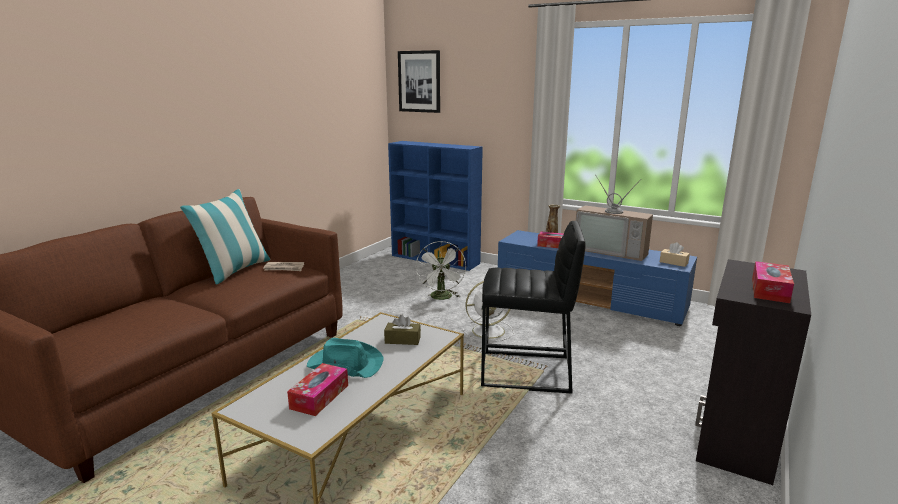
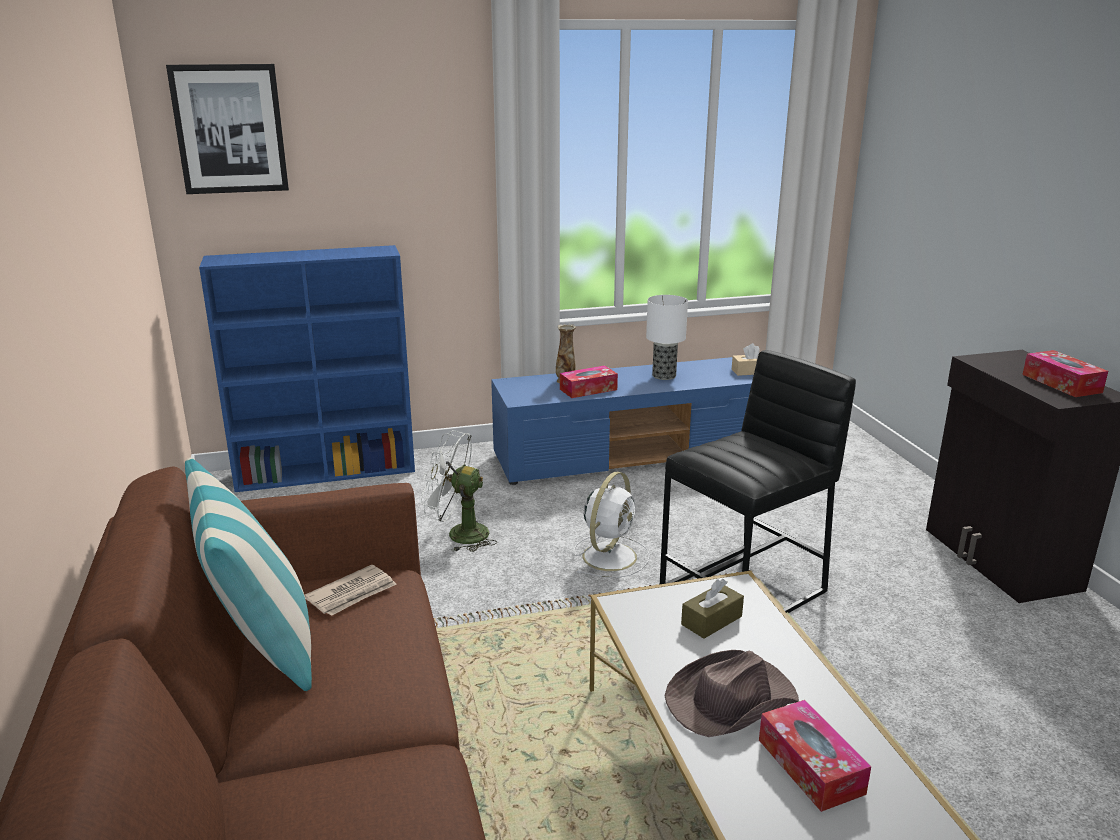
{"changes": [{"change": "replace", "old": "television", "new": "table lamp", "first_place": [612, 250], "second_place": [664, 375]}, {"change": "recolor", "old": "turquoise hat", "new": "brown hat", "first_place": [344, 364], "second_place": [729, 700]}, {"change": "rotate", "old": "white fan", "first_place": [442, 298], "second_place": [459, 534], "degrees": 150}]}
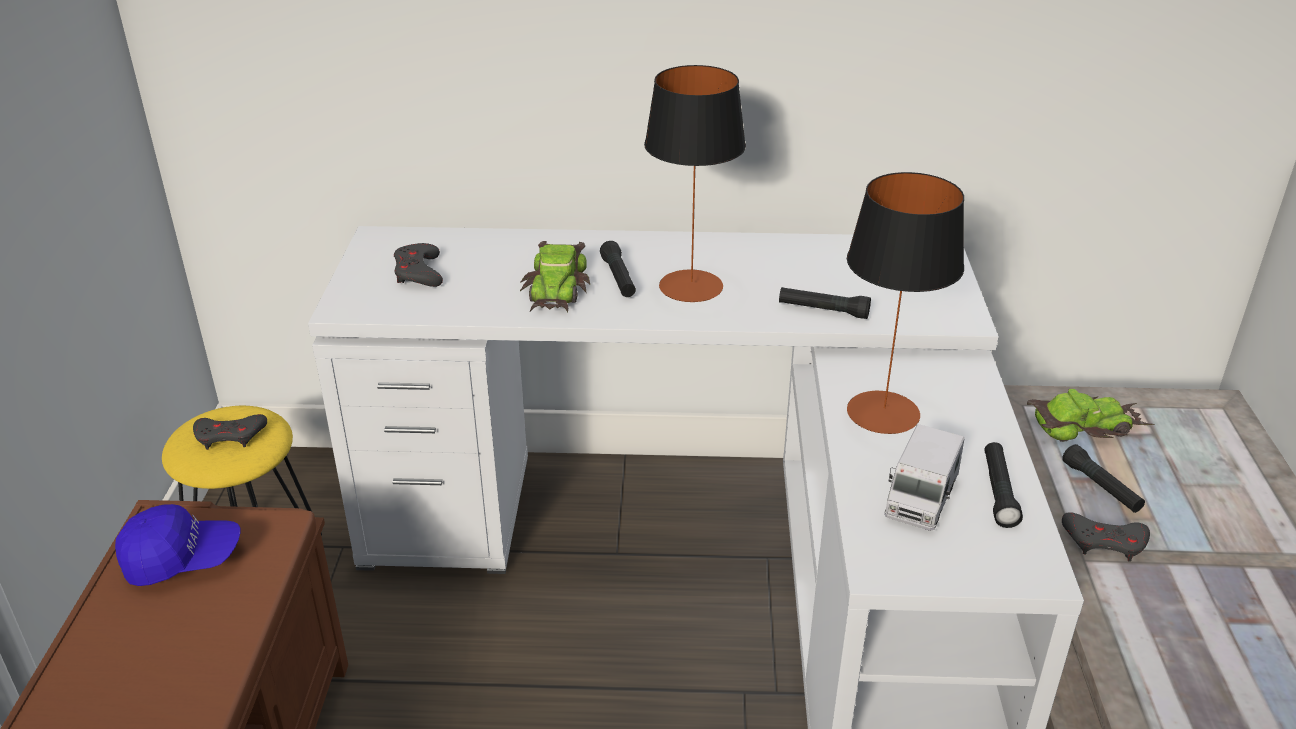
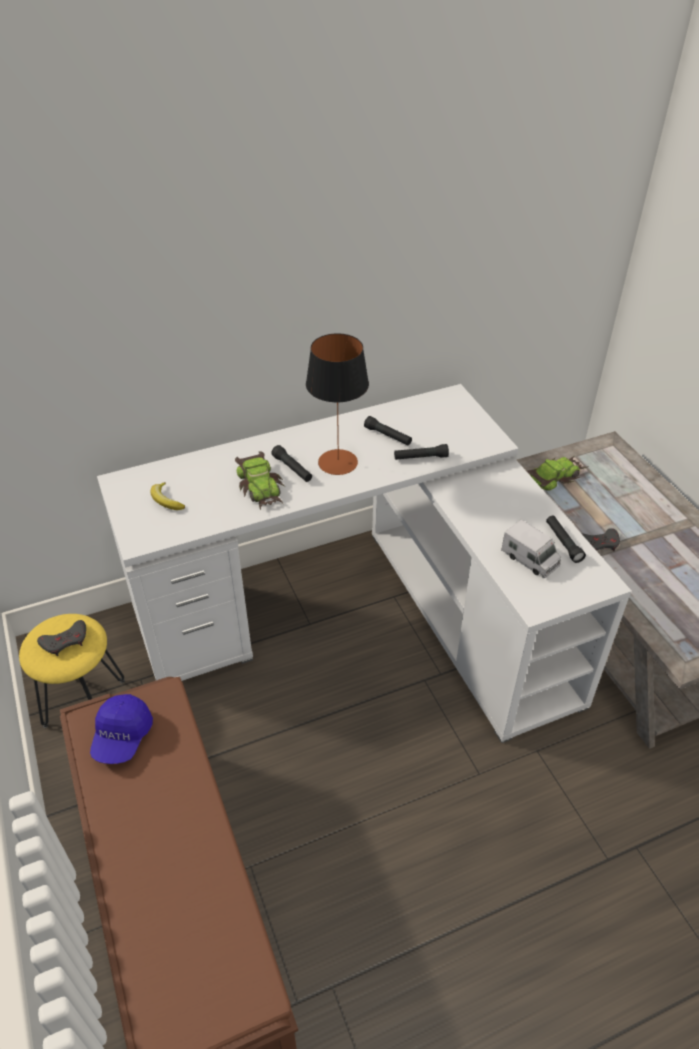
{"changes": [{"change": "delete", "old": "table lamp", "first_place": [883, 412]}, {"change": "move", "old": "black flashlight", "first_place": [1101, 487], "second_place": [388, 436]}, {"change": "replace", "old": "grey game controller", "new": "banana", "first_place": [418, 272], "second_place": [166, 500]}, {"change": "rotate", "old": "blue cap", "first_place": [182, 559], "second_place": [122, 737], "degrees": 135}, {"change": "rotate", "old": "toy truck", "first_place": [920, 498], "second_place": [530, 559], "degrees": -45}]}
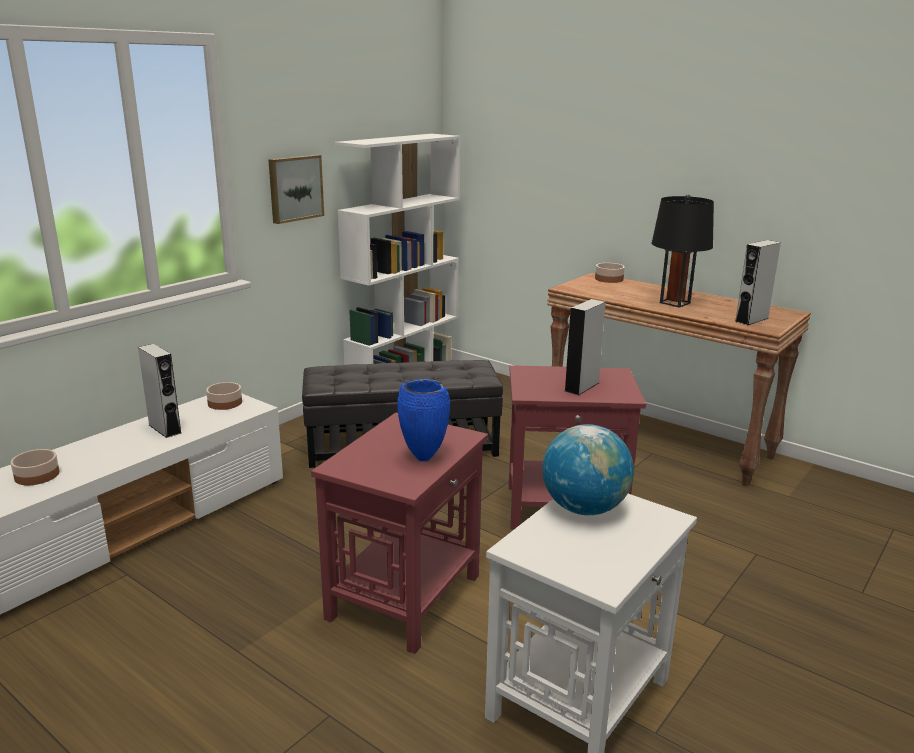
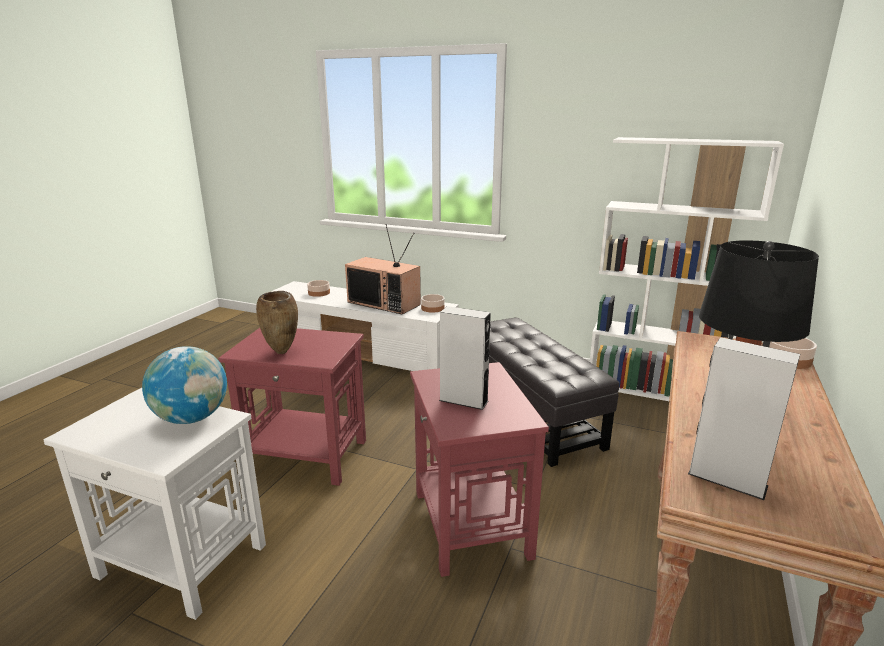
{"changes": [{"change": "delete", "old": "picture", "first_place": [294, 188]}, {"change": "replace", "old": "grey speaker", "new": "television", "first_place": [165, 429], "second_place": [385, 303]}, {"change": "recolor", "old": "blue vase", "new": "brown vase", "first_place": [424, 458], "second_place": [282, 352]}]}
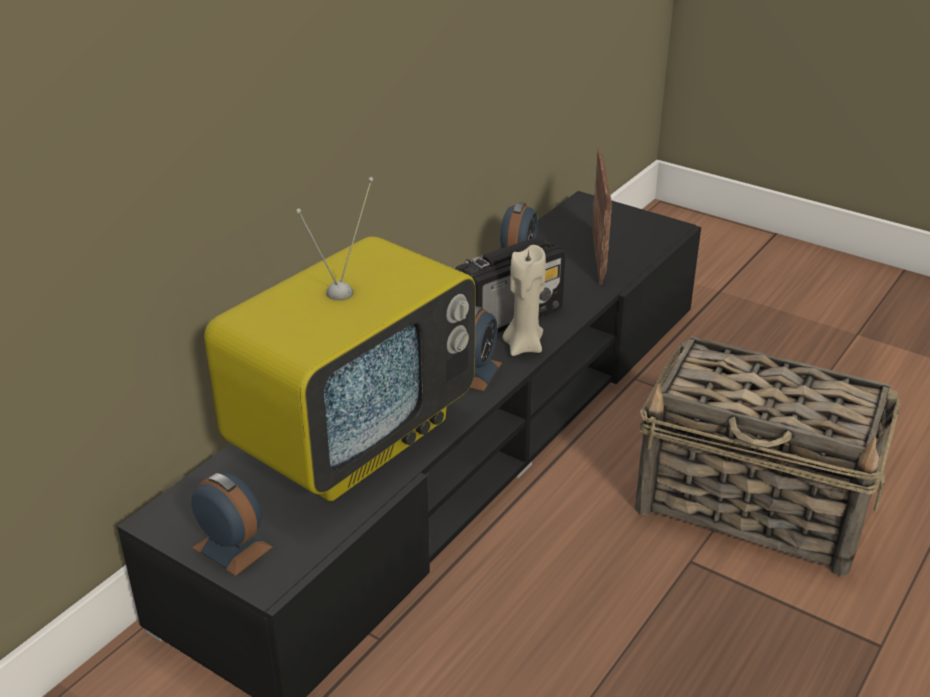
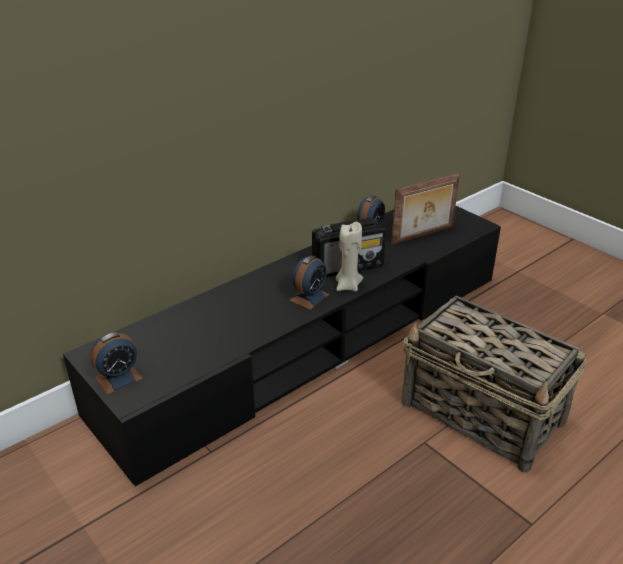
{"changes": [{"change": "delete", "old": "television", "first_place": [352, 437]}, {"change": "rotate", "old": "alarm clock", "first_place": [232, 547], "second_place": [118, 378], "degrees": 90}, {"change": "rotate", "old": "picture frame", "first_place": [598, 255], "second_place": [423, 236], "degrees": 45}]}
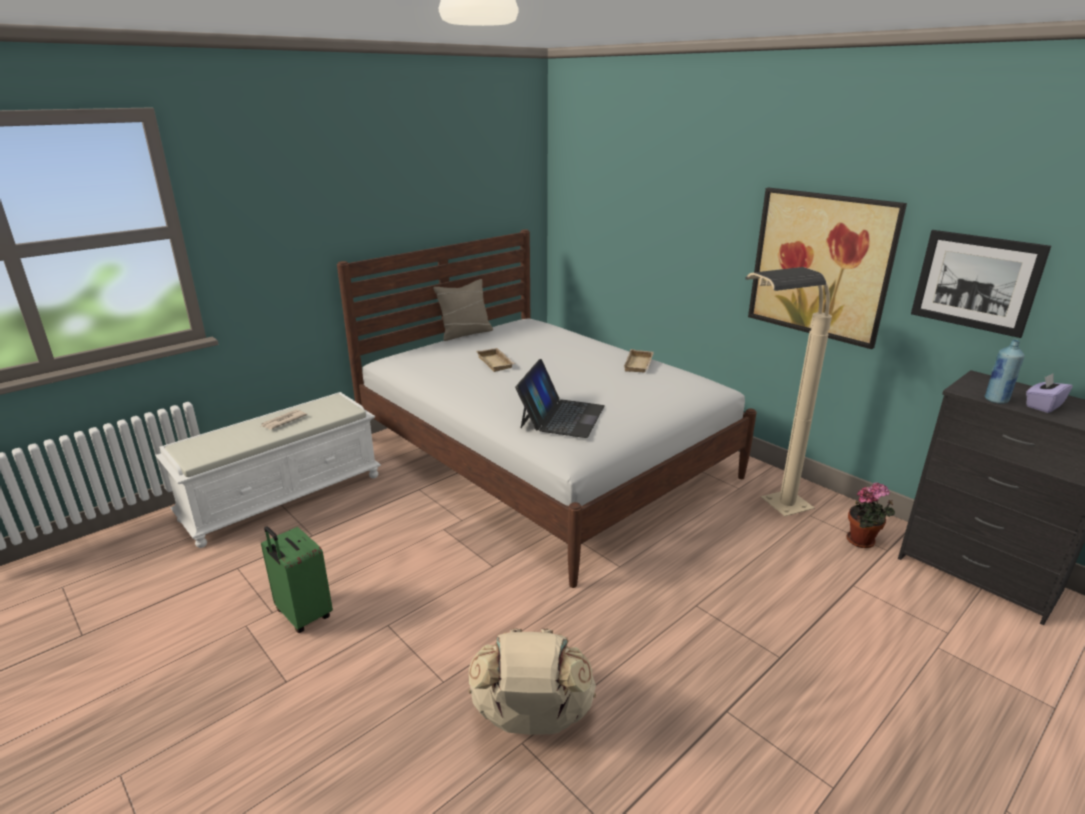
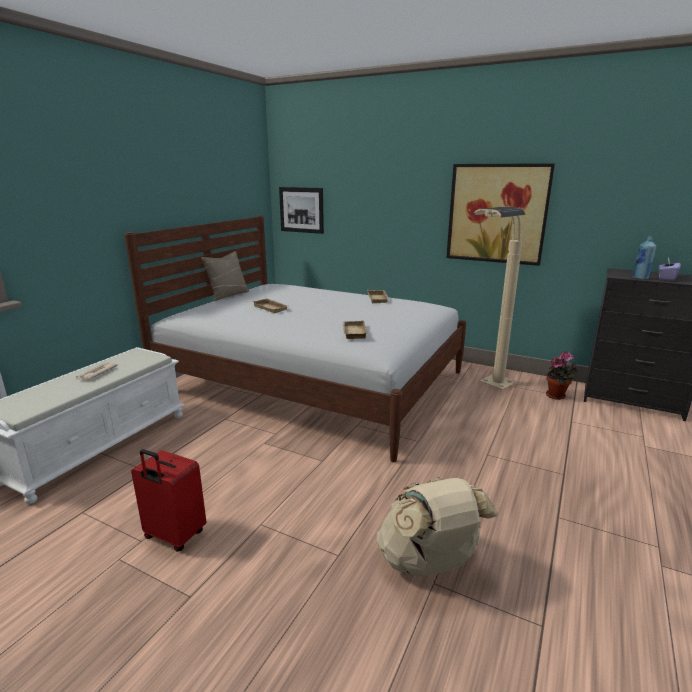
{"changes": [{"change": "move", "old": "picture", "first_place": [976, 282], "second_place": [301, 210]}, {"change": "replace", "old": "laptop", "new": "beige tray", "first_place": [561, 416], "second_place": [353, 332]}, {"change": "recolor", "old": "green suitcase", "new": "red suitcase", "first_place": [302, 615], "second_place": [174, 536]}]}
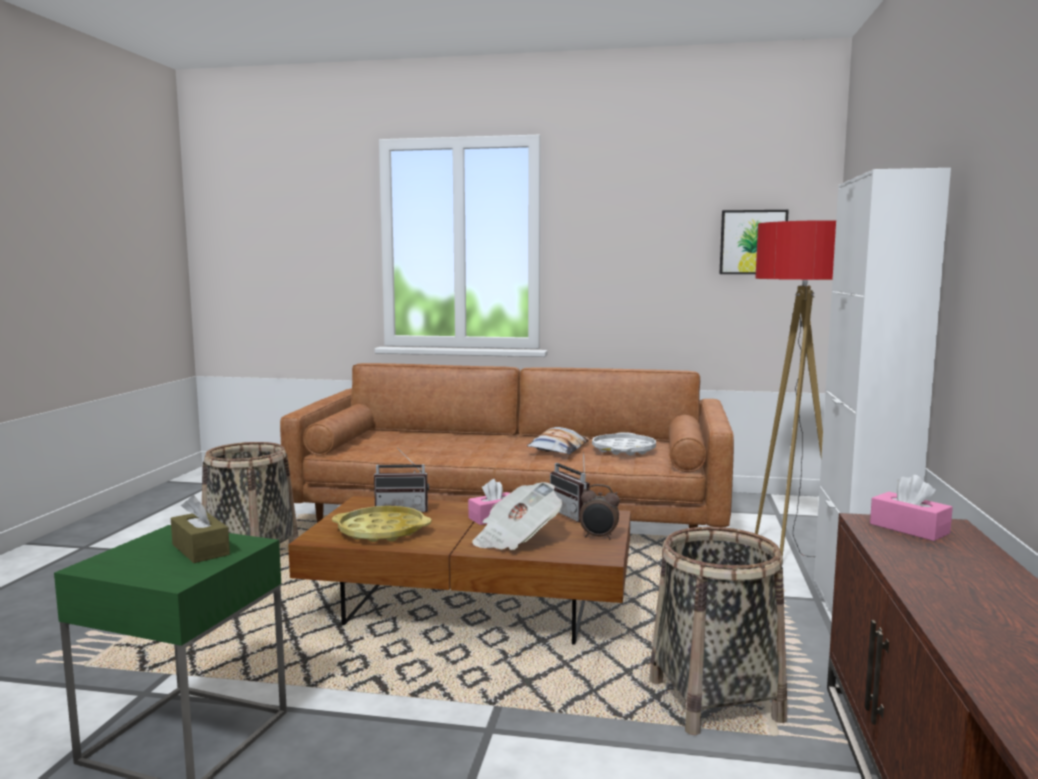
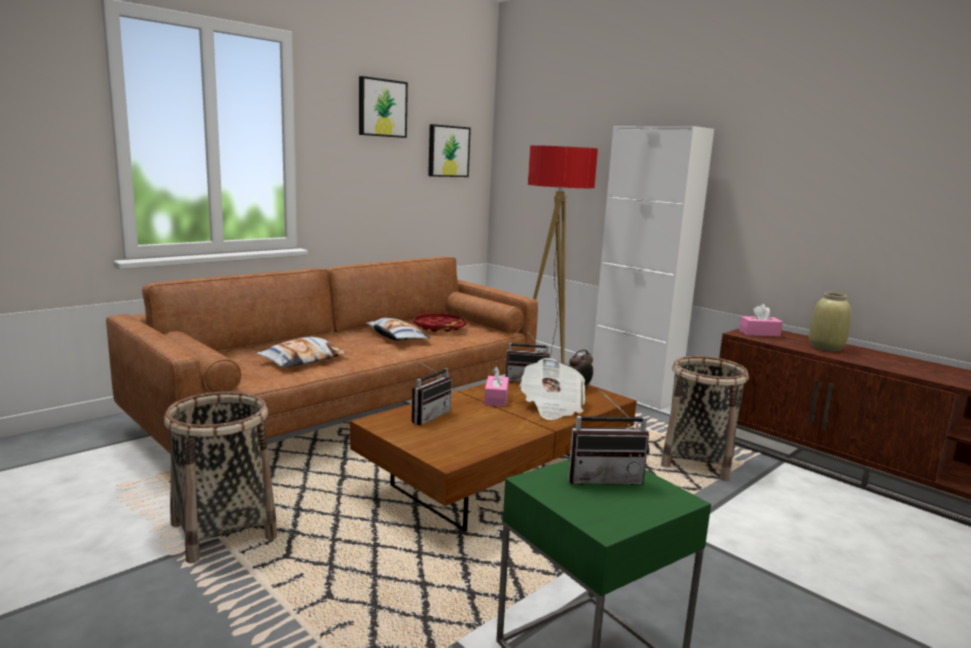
{"changes": [{"change": "delete", "old": "yellow tray", "first_place": [381, 531]}, {"change": "insert", "new": "pillow", "second_place": [302, 359]}, {"change": "insert", "new": "picture", "second_place": [381, 108]}, {"change": "insert", "new": "beige vase", "second_place": [825, 347]}, {"change": "replace", "old": "brown tissue box", "new": "radio", "first_place": [200, 549], "second_place": [604, 478]}, {"change": "recolor", "old": "white tray", "new": "red tray", "first_place": [624, 450], "second_place": [439, 327]}]}
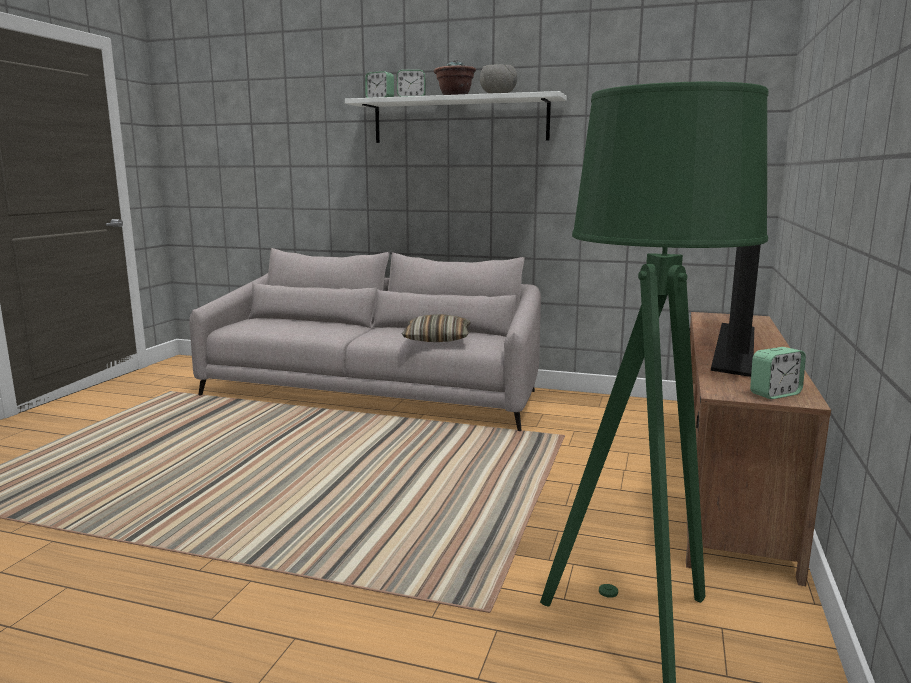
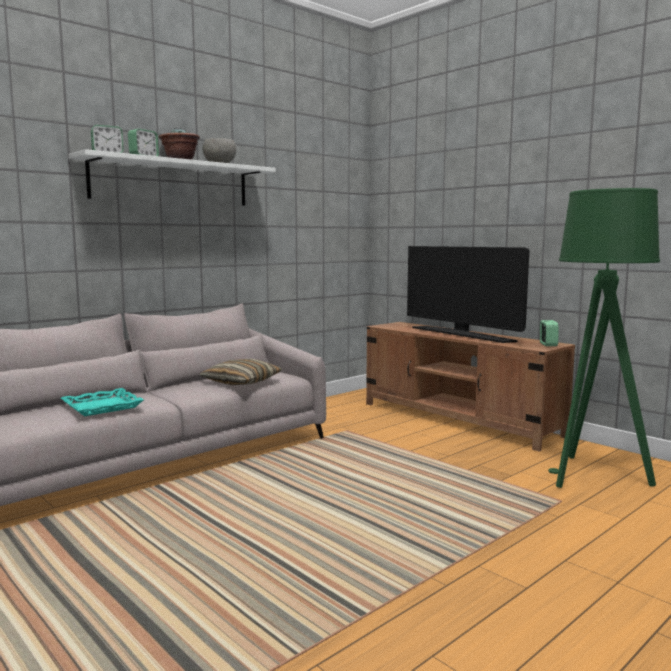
{"changes": [{"change": "insert", "new": "turquoise tray", "second_place": [102, 407]}]}
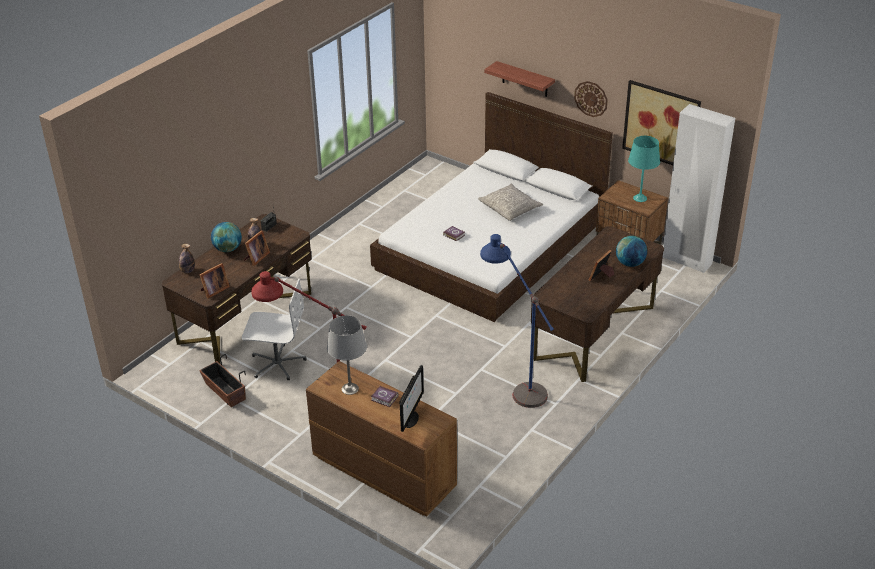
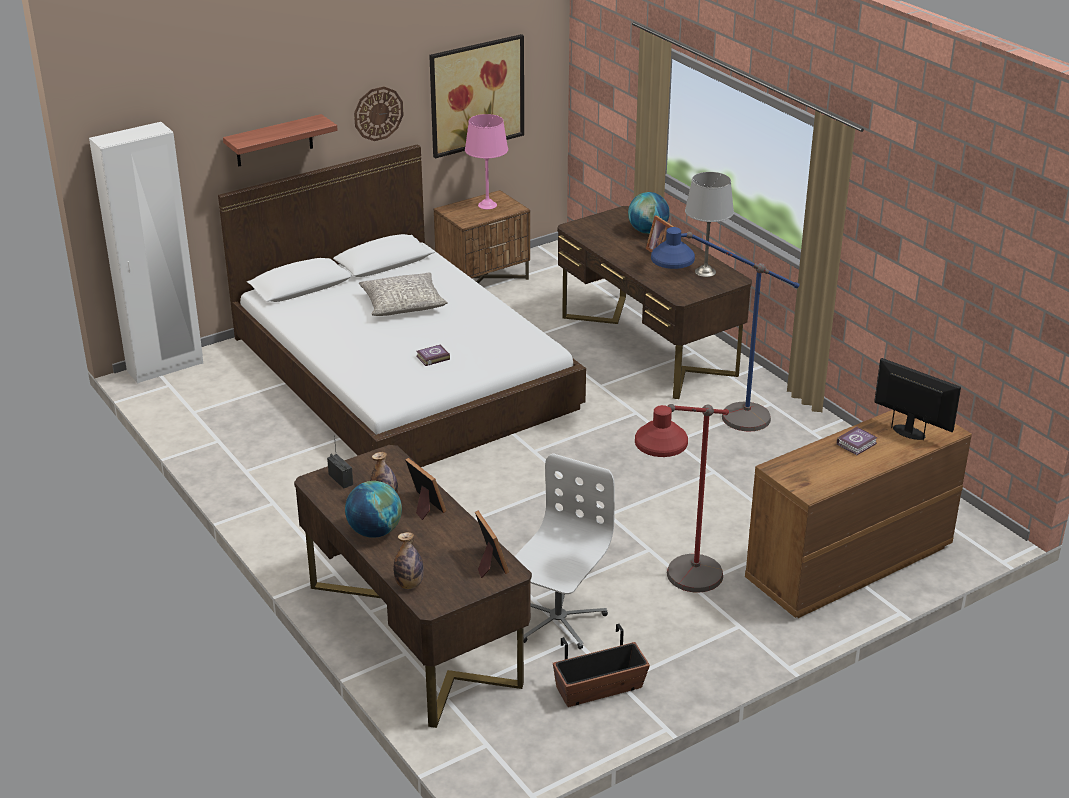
{"changes": [{"change": "move", "old": "grey table lamp", "first_place": [349, 389], "second_place": [705, 272]}, {"change": "move", "old": "white wardrobe", "first_place": [686, 261], "second_place": [165, 367]}, {"change": "recolor", "old": "turquoise table lamp", "new": "pink table lamp", "first_place": [640, 198], "second_place": [487, 205]}]}
